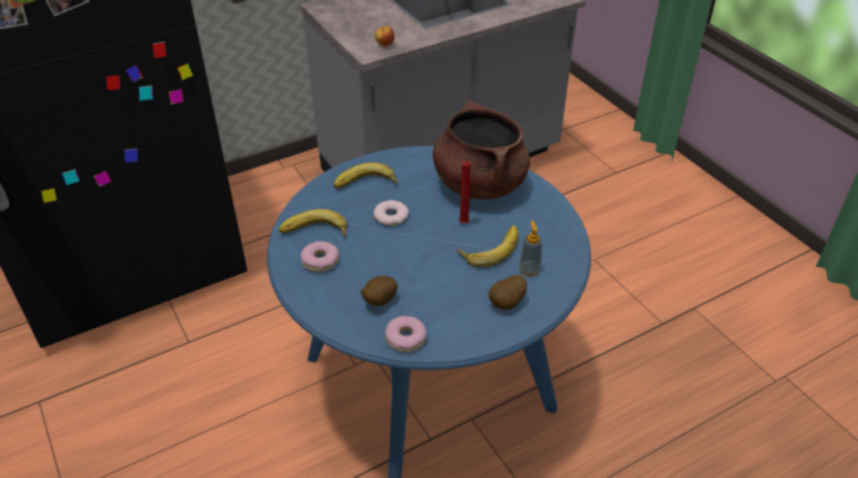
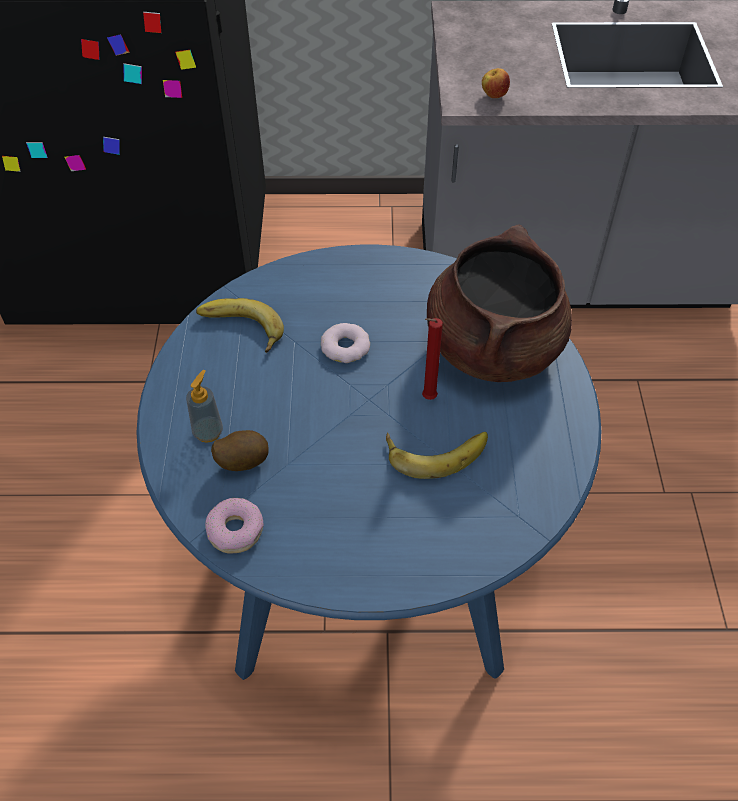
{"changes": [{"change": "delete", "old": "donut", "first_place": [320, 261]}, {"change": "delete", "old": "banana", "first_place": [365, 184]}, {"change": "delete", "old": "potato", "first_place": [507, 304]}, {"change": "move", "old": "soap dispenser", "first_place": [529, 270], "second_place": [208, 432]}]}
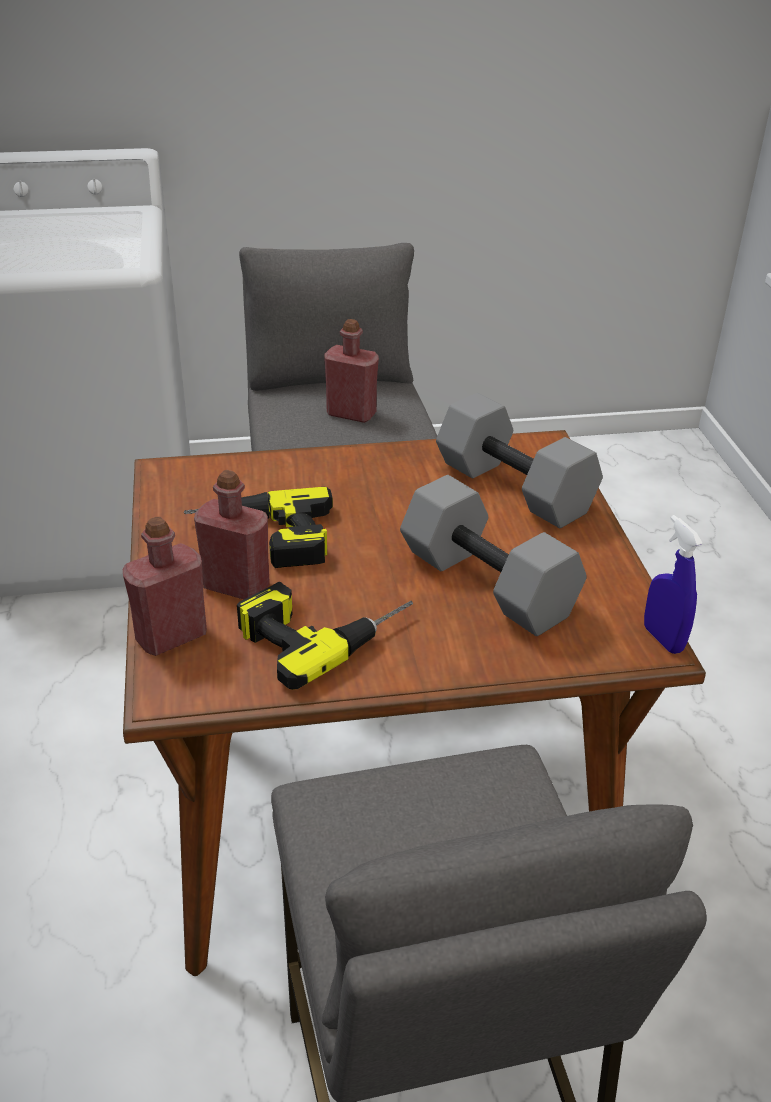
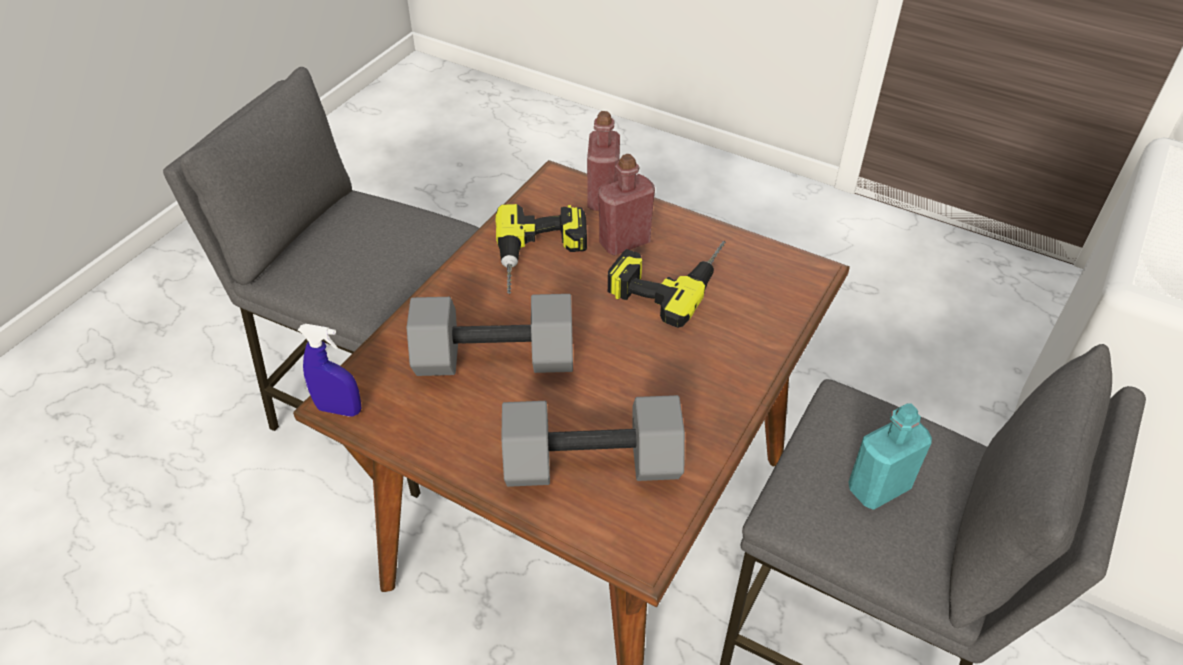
{"changes": [{"change": "recolor", "old": "red bottle", "new": "turquoise bottle", "first_place": [351, 413], "second_place": [878, 488]}]}
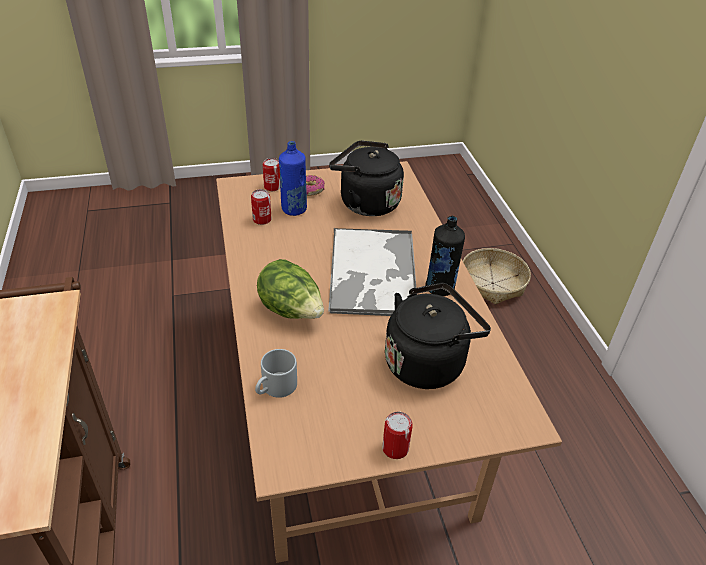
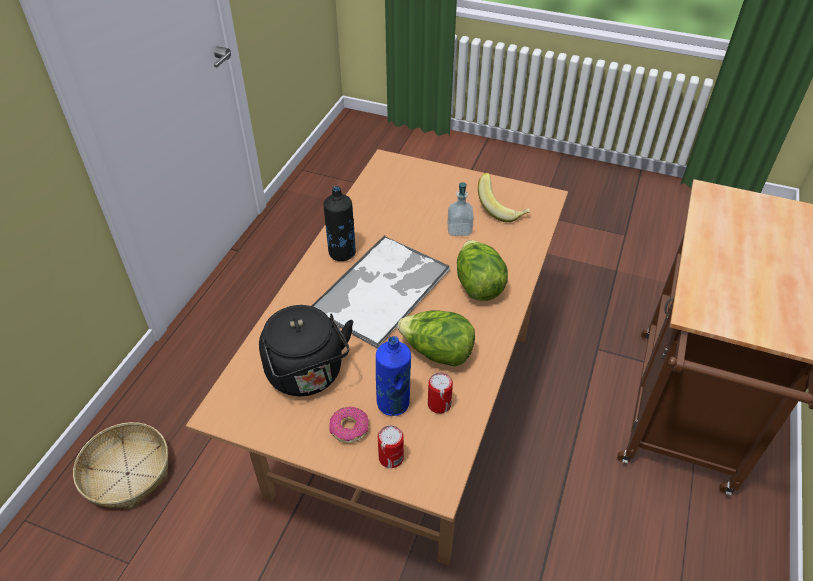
{"changes": [{"change": "delete", "old": "grey mug", "first_place": [275, 388]}, {"change": "delete", "old": "can", "first_place": [395, 448]}, {"change": "delete", "old": "black kettle", "first_place": [428, 362]}, {"change": "insert", "new": "lettuce", "second_place": [437, 353]}, {"change": "insert", "new": "soap dispenser", "second_place": [459, 230]}, {"change": "insert", "new": "banana", "second_place": [502, 209]}]}
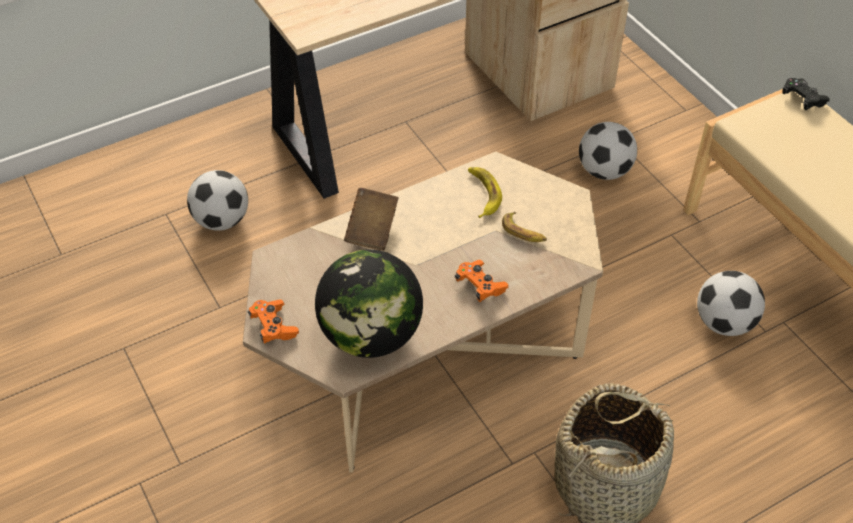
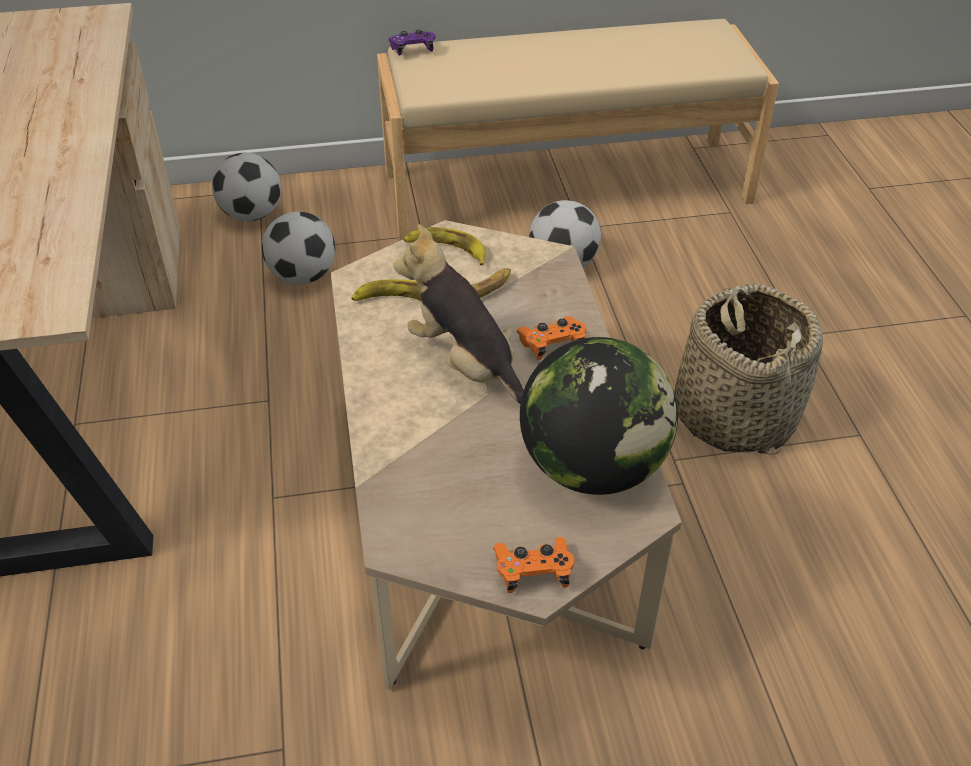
{"changes": [{"change": "delete", "old": "brown book", "first_place": [372, 230]}, {"change": "insert", "new": "plush toy", "second_place": [467, 365]}, {"change": "insert", "new": "banana", "second_place": [447, 250]}, {"change": "move", "old": "football", "first_place": [222, 220], "second_place": [251, 215]}, {"change": "recolor", "old": "black game controller", "new": "purple game controller", "first_place": [803, 99], "second_place": [412, 50]}]}
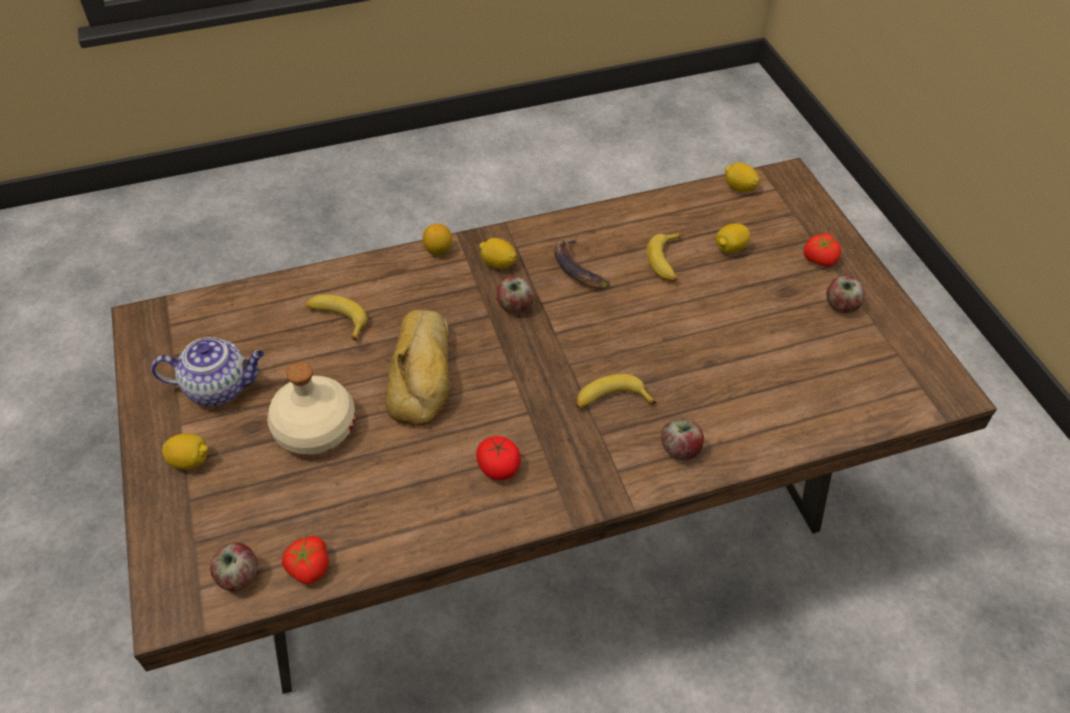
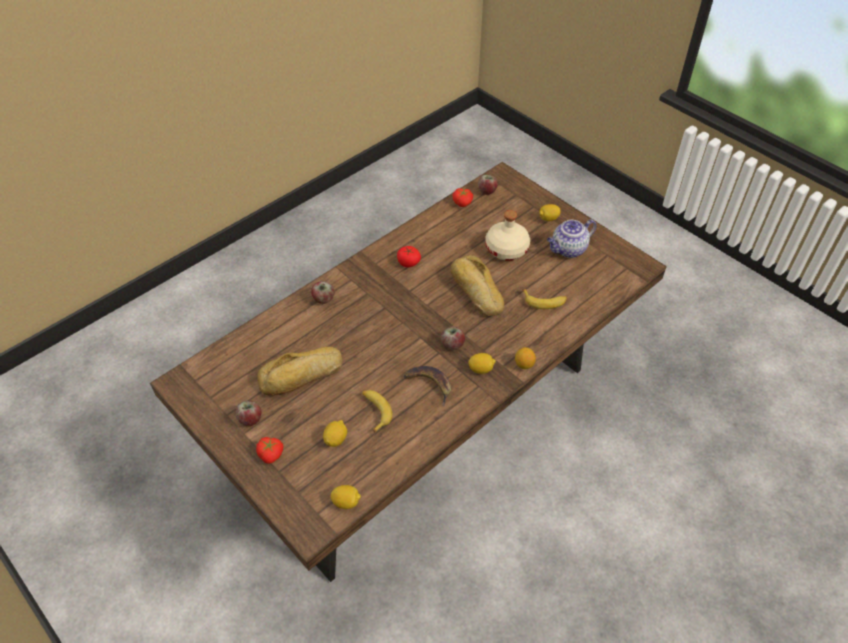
{"changes": [{"change": "delete", "old": "banana", "first_place": [611, 400]}, {"change": "insert", "new": "bread", "second_place": [302, 376]}]}
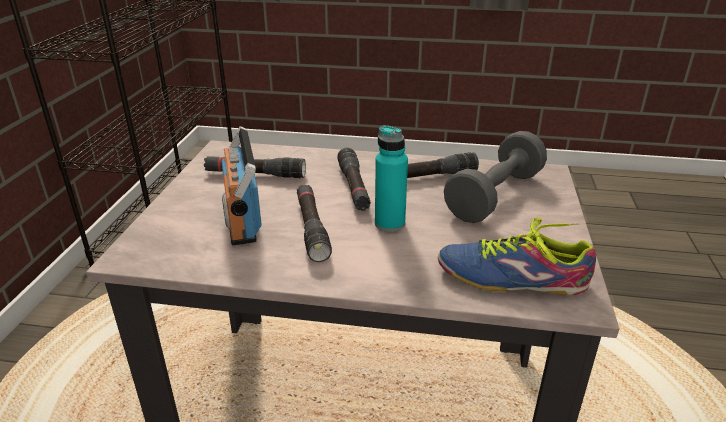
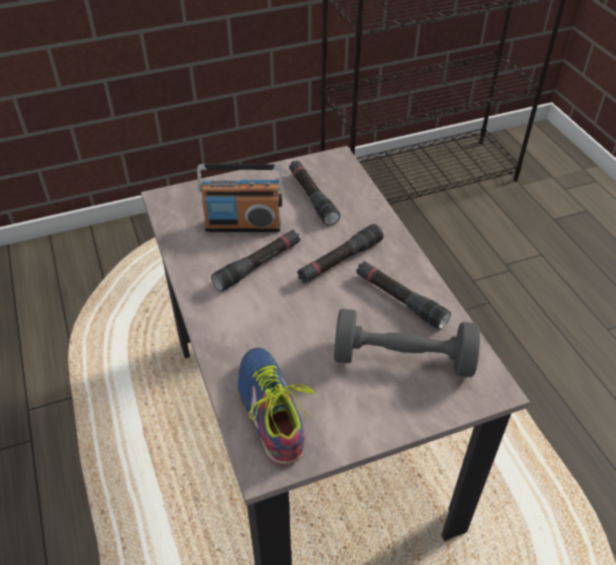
{"changes": [{"change": "delete", "old": "turquoise bottle", "first_place": [389, 224]}, {"change": "rotate", "old": "radio", "first_place": [242, 219], "second_place": [243, 224], "degrees": -135}]}
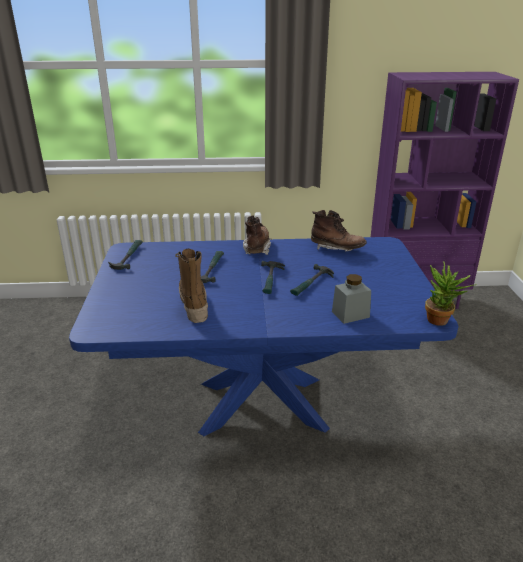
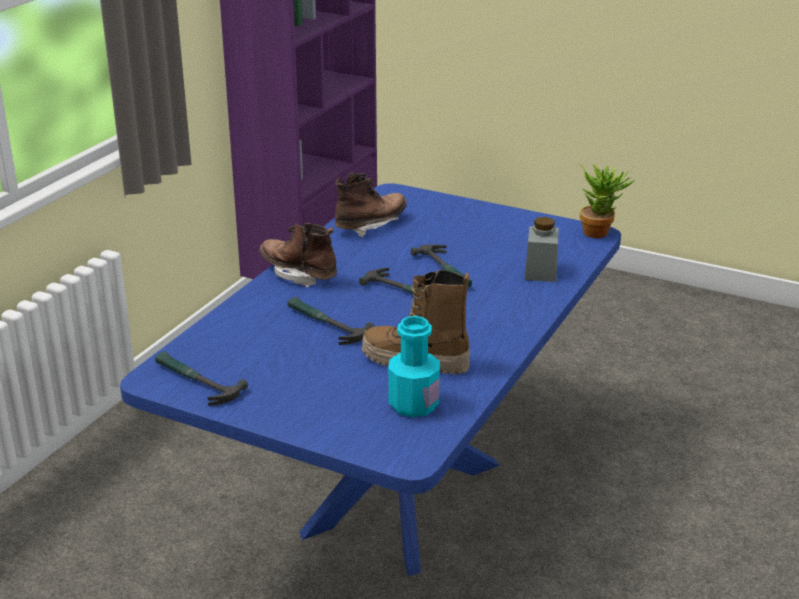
{"changes": [{"change": "insert", "new": "turquoise bottle", "second_place": [414, 404]}]}
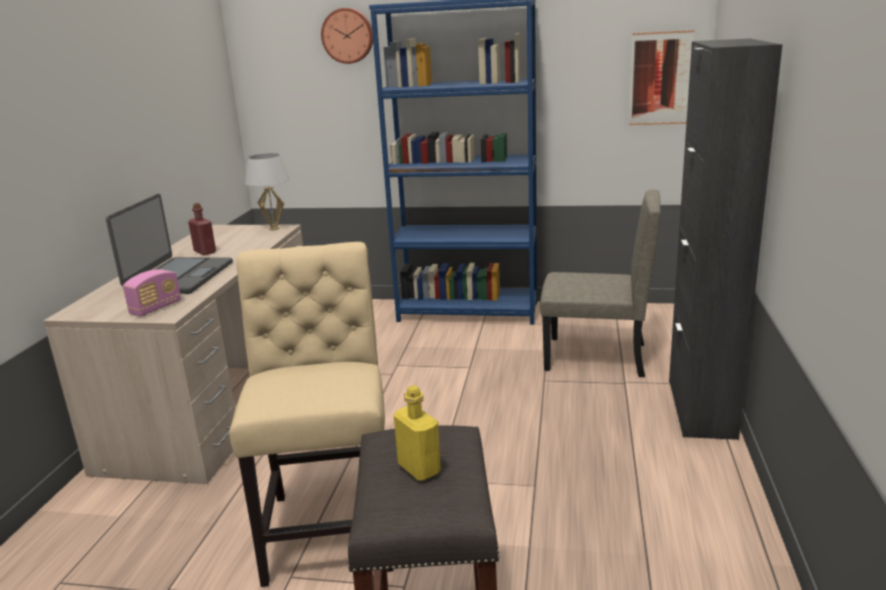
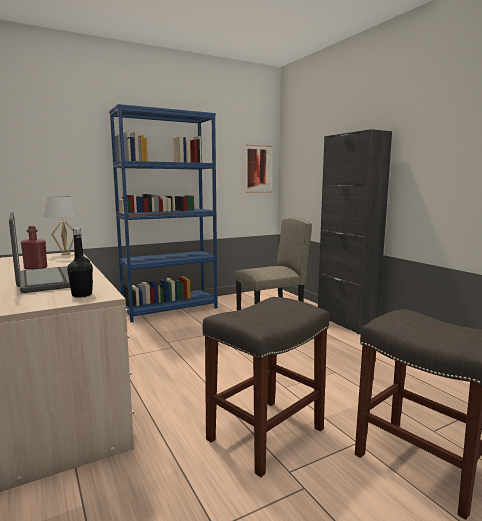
{"changes": [{"change": "delete", "old": "wall clock", "first_place": [348, 35]}, {"change": "delete", "old": "yellow bottle", "first_place": [419, 469]}, {"change": "replace", "old": "radio", "new": "black bottle", "first_place": [156, 308], "second_place": [82, 295]}, {"change": "replace", "old": "beige chair", "new": "grey stool", "first_place": [331, 525], "second_place": [266, 433]}]}
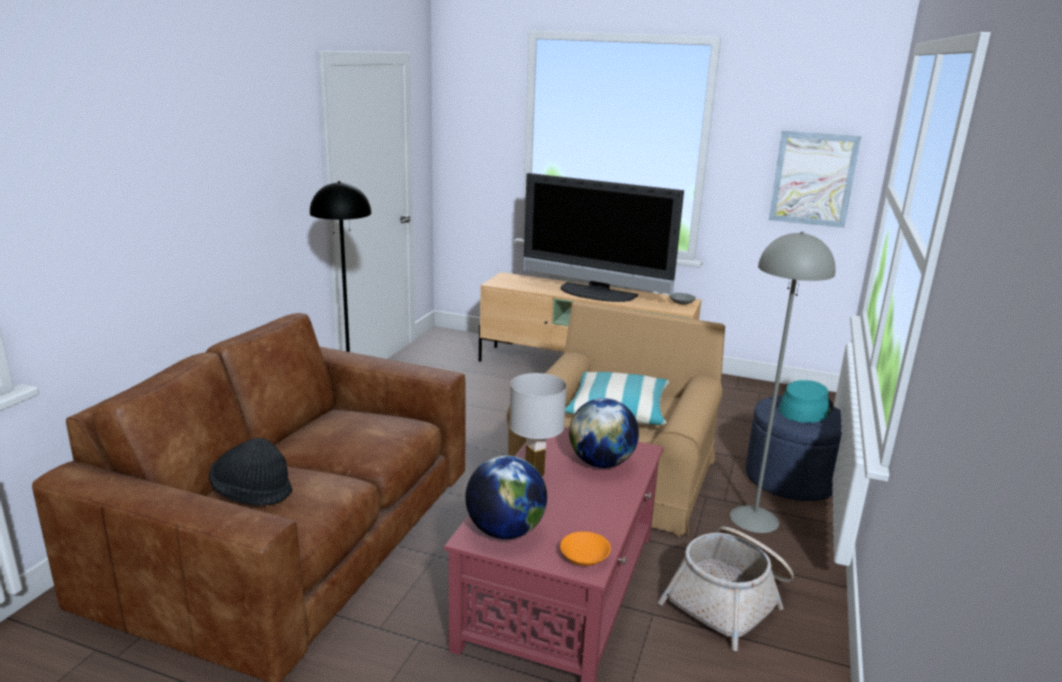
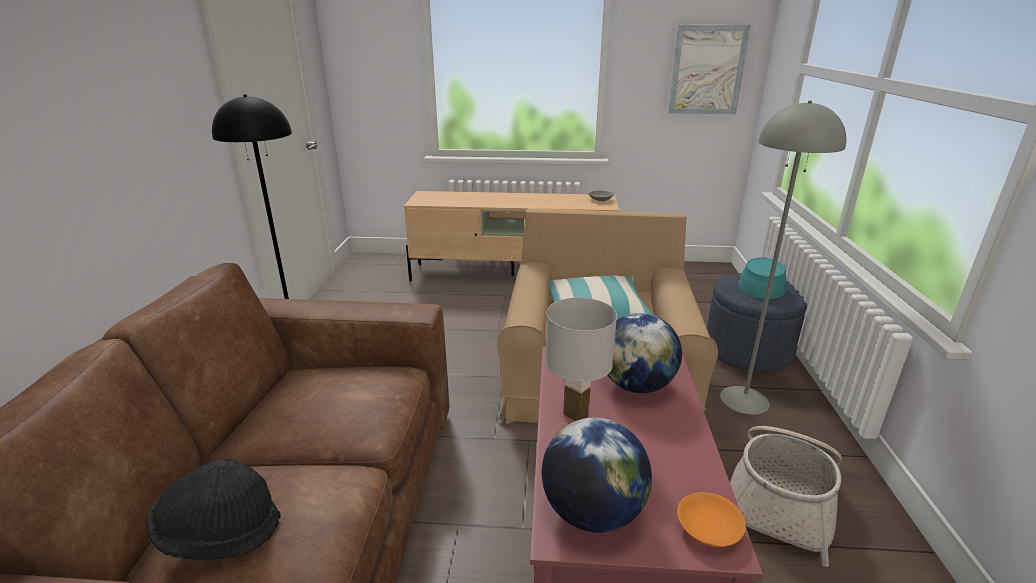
{"changes": [{"change": "delete", "old": "television", "first_place": [595, 294]}]}
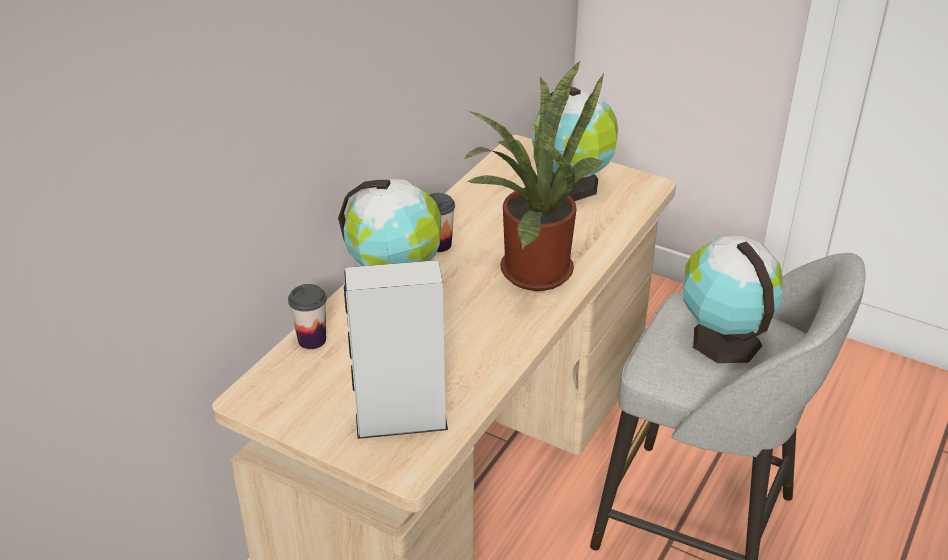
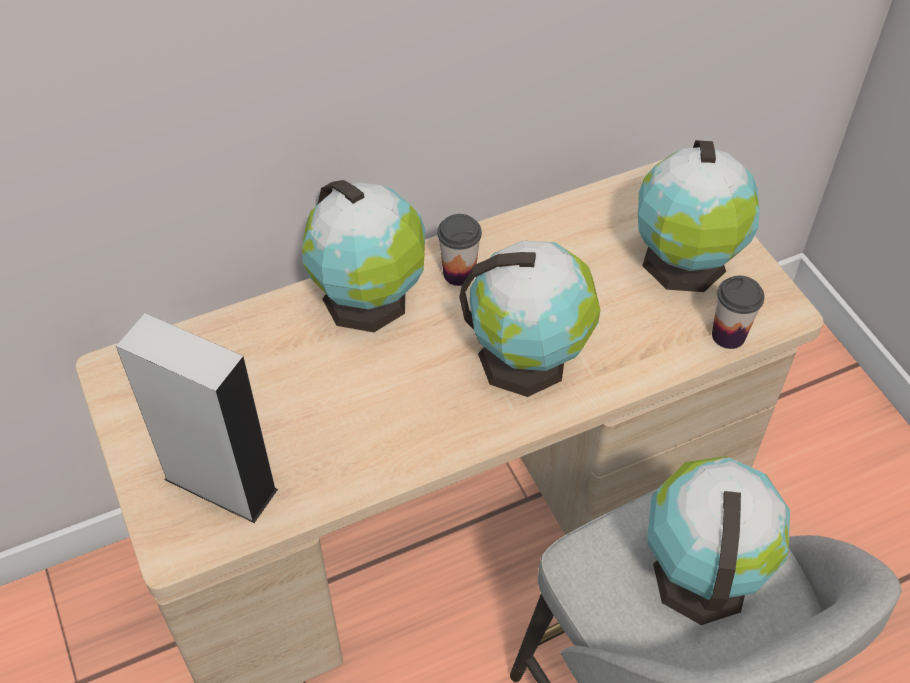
{"changes": [{"change": "move", "old": "cup", "first_place": [312, 340], "second_place": [728, 335]}, {"change": "replace", "old": "potted plant", "new": "globe", "first_place": [530, 268], "second_place": [528, 359]}]}
